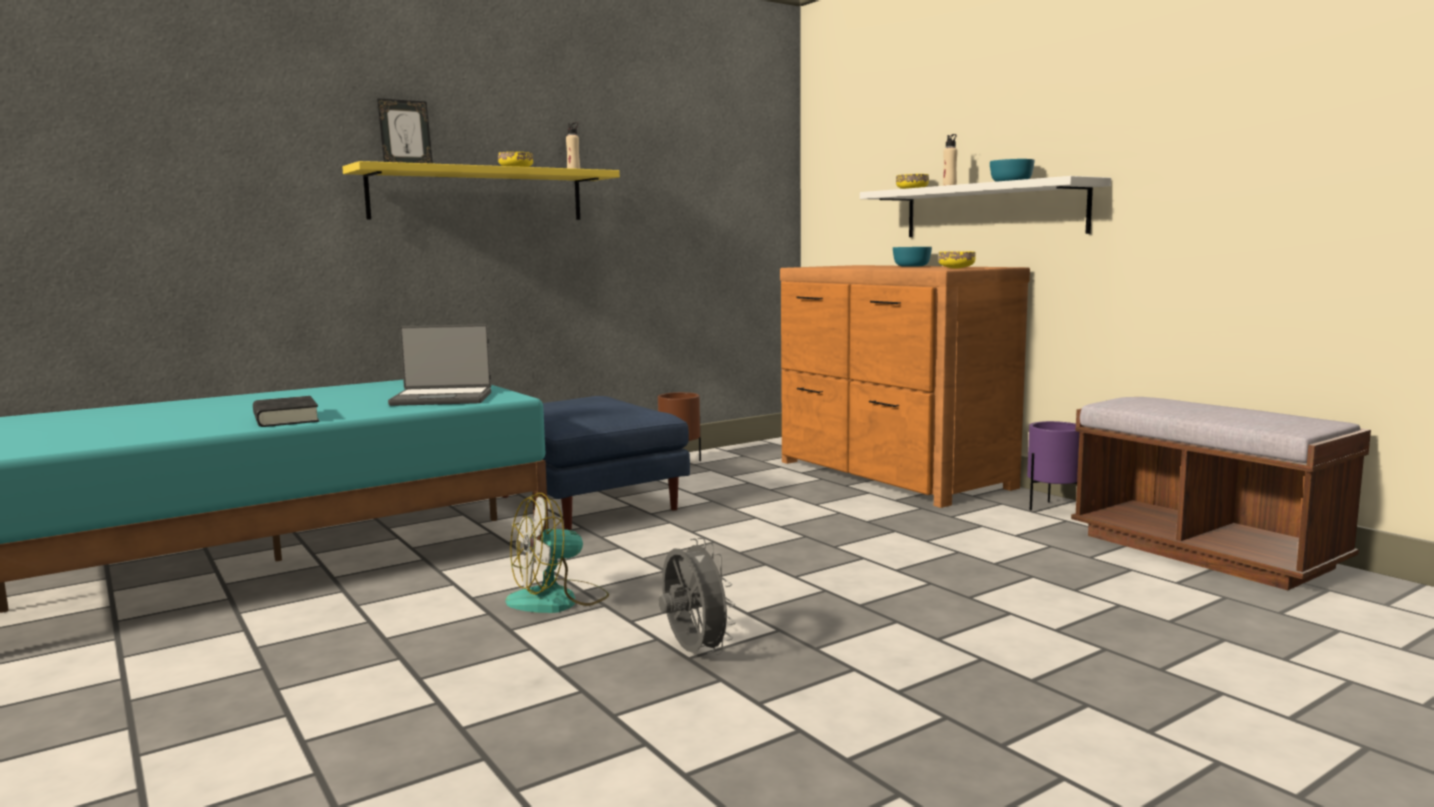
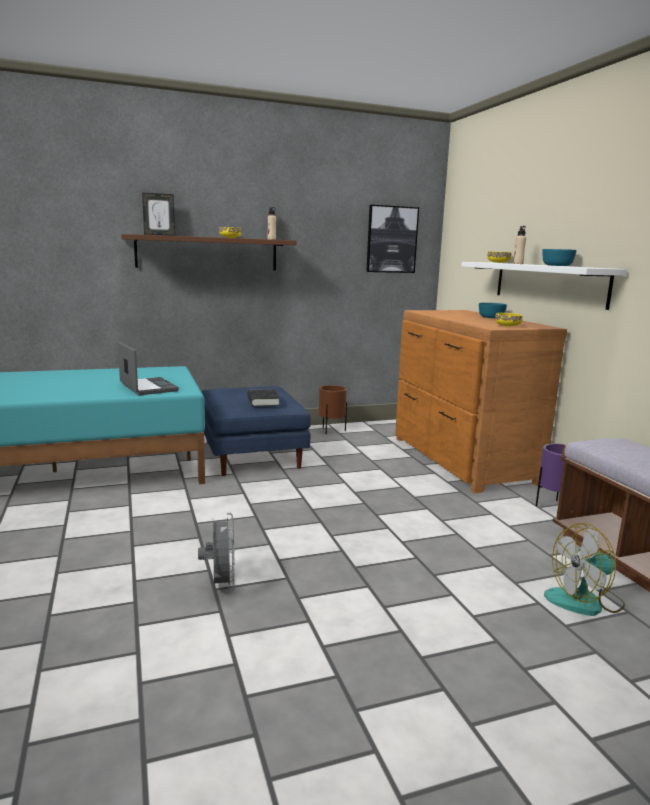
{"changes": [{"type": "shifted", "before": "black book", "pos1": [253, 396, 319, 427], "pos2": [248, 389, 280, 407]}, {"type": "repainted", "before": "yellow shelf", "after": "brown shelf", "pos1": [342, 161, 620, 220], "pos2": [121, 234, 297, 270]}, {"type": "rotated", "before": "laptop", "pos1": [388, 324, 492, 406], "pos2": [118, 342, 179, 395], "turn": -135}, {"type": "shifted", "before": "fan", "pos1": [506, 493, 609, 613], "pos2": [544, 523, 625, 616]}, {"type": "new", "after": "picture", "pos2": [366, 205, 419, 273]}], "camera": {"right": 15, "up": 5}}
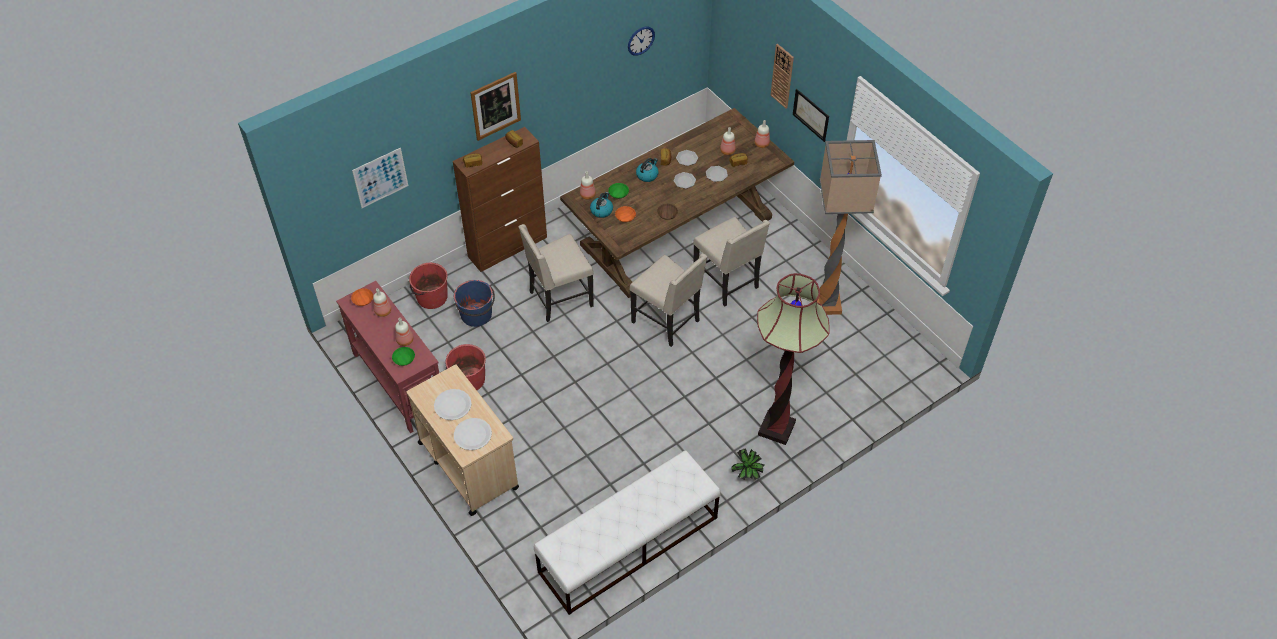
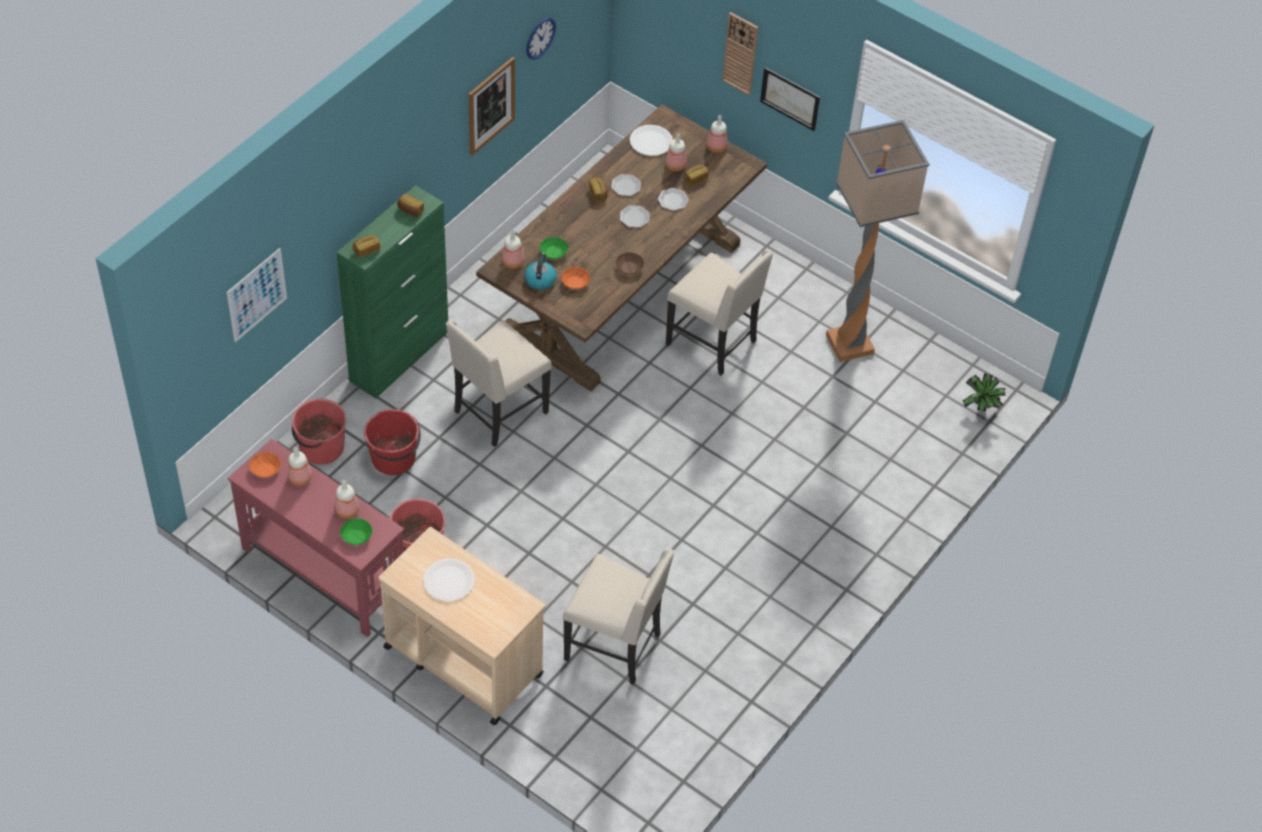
{"changes": [{"type": "repainted", "before": "brown cabinet", "after": "green cabinet", "pos1": [453, 127, 547, 272], "pos2": [337, 185, 448, 398]}, {"type": "repainted", "before": "blue bucket", "after": "red bucket", "pos1": [454, 280, 495, 327], "pos2": [364, 409, 421, 475]}, {"type": "shifted", "before": "white plate", "pos1": [454, 418, 492, 450], "pos2": [630, 125, 673, 156]}, {"type": "shifted", "before": "picture", "pos1": [470, 72, 521, 141], "pos2": [468, 57, 515, 155]}, {"type": "gone", "before": "white bench", "pos1": [534, 450, 721, 615]}, {"type": "shifted", "before": "beige chair", "pos1": [630, 254, 707, 347], "pos2": [563, 548, 675, 685]}, {"type": "gone", "before": "kettle", "pos1": [636, 158, 659, 182]}, {"type": "shifted", "before": "potted plant", "pos1": [731, 448, 765, 480], "pos2": [963, 373, 1006, 412]}, {"type": "gone", "before": "floor lamp", "pos1": [757, 273, 830, 445]}], "camera": {"right": -20, "up": 0}}
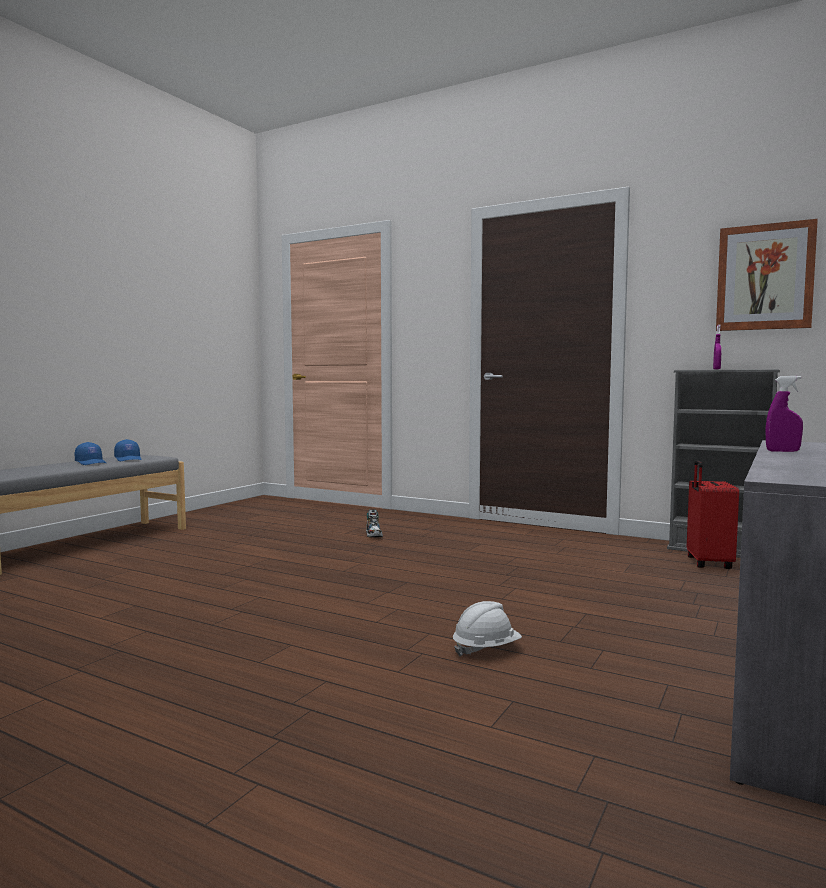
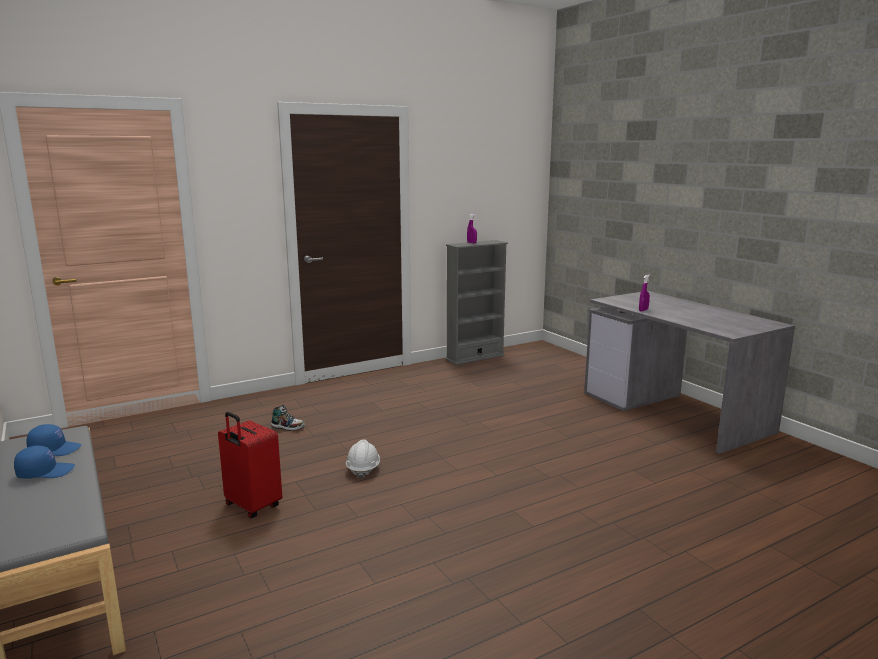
{"changes": [{"type": "shifted", "before": "white hard hat", "pos1": [453, 601, 522, 657], "pos2": [346, 439, 380, 479]}, {"type": "shifted", "before": "red suitcase", "pos1": [687, 460, 739, 569], "pos2": [218, 412, 282, 518]}, {"type": "gone", "before": "picture", "pos1": [716, 219, 818, 331]}], "camera": {"right": -60, "up": 10}}
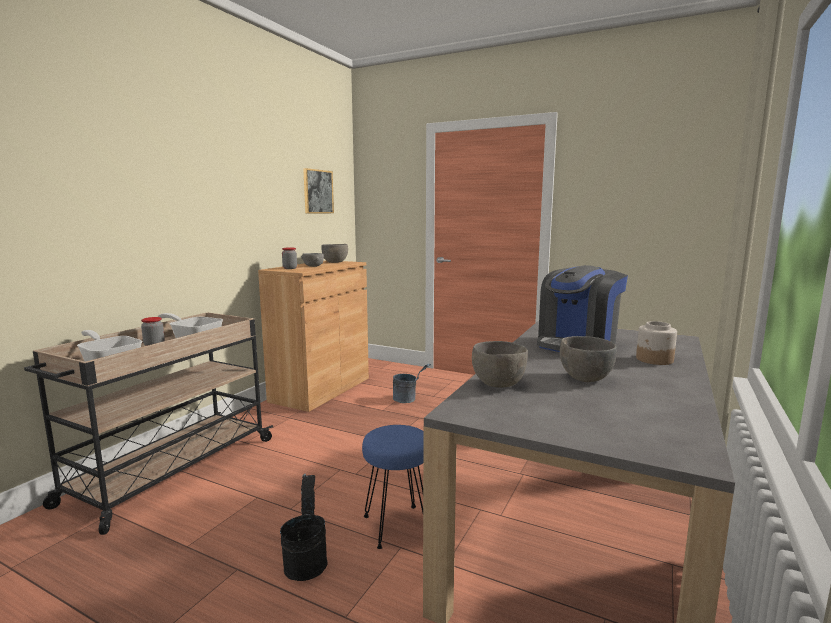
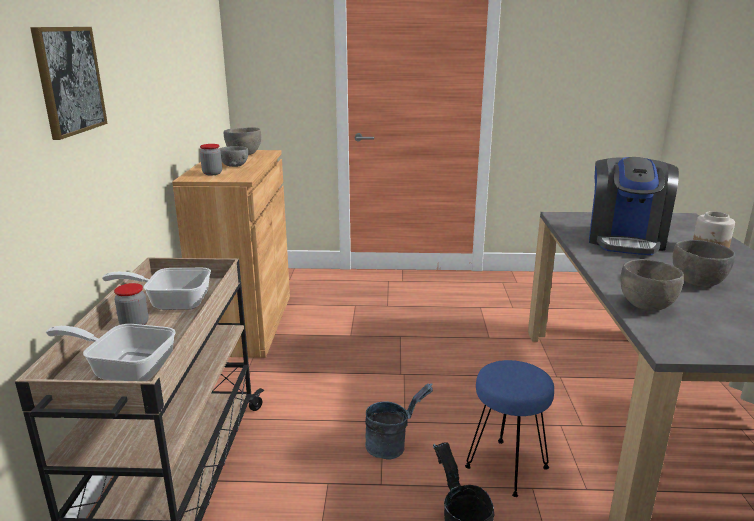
{"changes": [{"type": "shifted", "before": "picture", "pos1": [303, 168, 334, 213], "pos2": [30, 27, 108, 140]}, {"type": "shifted", "before": "grey bucket", "pos1": [393, 364, 431, 403], "pos2": [365, 383, 433, 459]}], "camera": {"right": -25, "up": 10}}
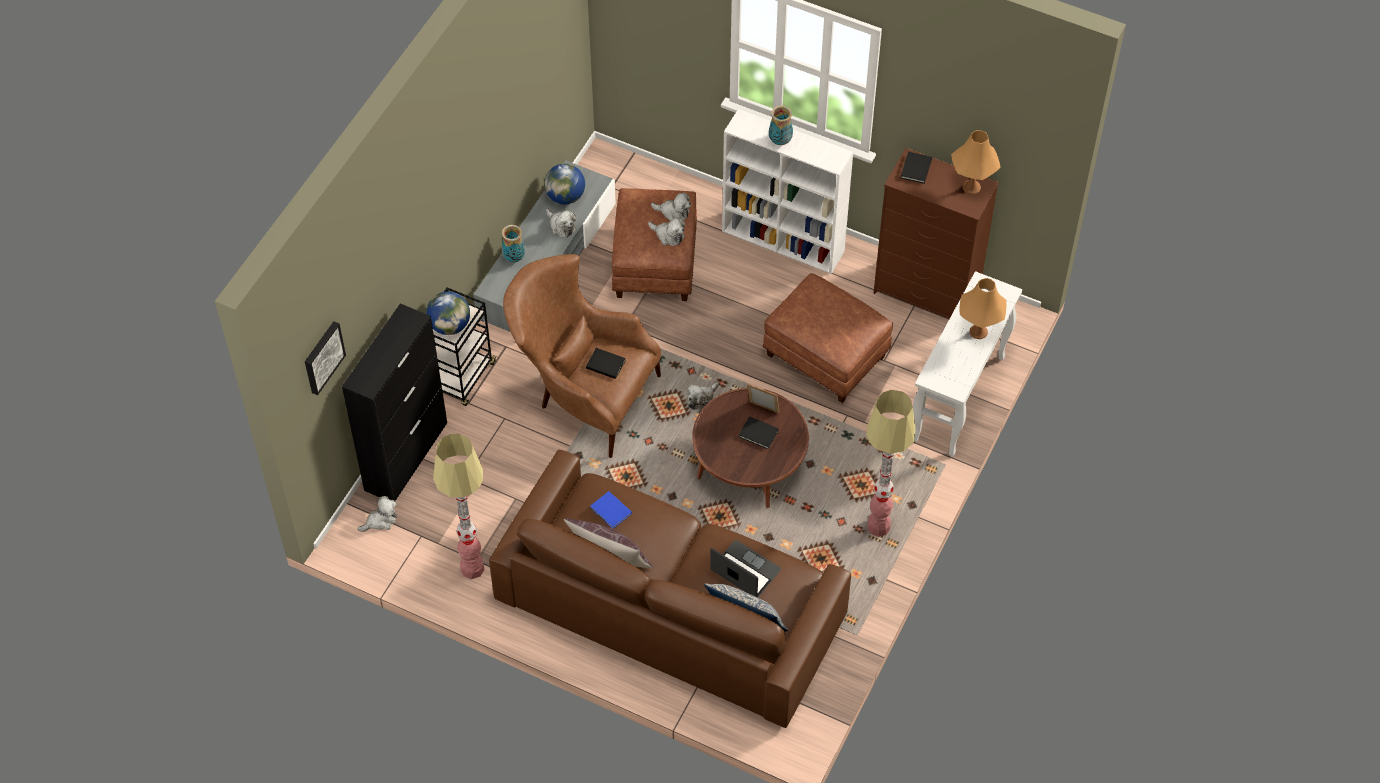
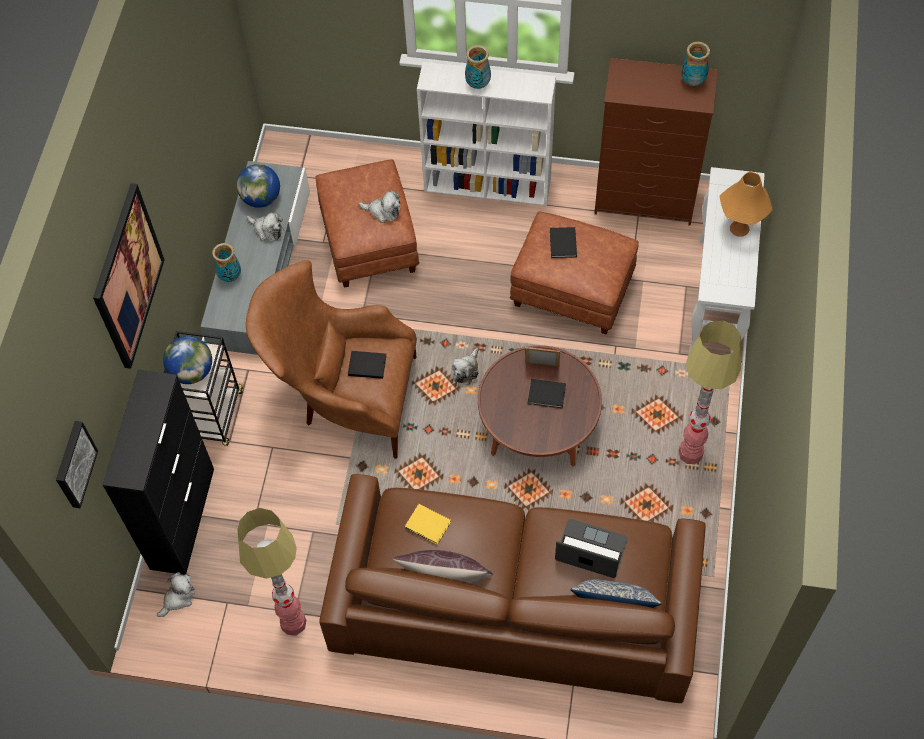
{"changes": [{"type": "repainted", "before": "blue book", "after": "yellow book", "pos1": [590, 491, 632, 529], "pos2": [405, 504, 451, 544]}, {"type": "gone", "before": "plush toy", "pos1": [651, 192, 691, 221]}, {"type": "shifted", "before": "black book", "pos1": [901, 152, 932, 184], "pos2": [550, 227, 577, 258]}, {"type": "swapped", "before": "orange table lamp", "after": "vase", "pos1": [951, 130, 1000, 194], "pos2": [681, 42, 710, 86]}, {"type": "new", "after": "picture", "pos2": [93, 183, 165, 369]}], "camera": {"right": -15, "up": 5}}
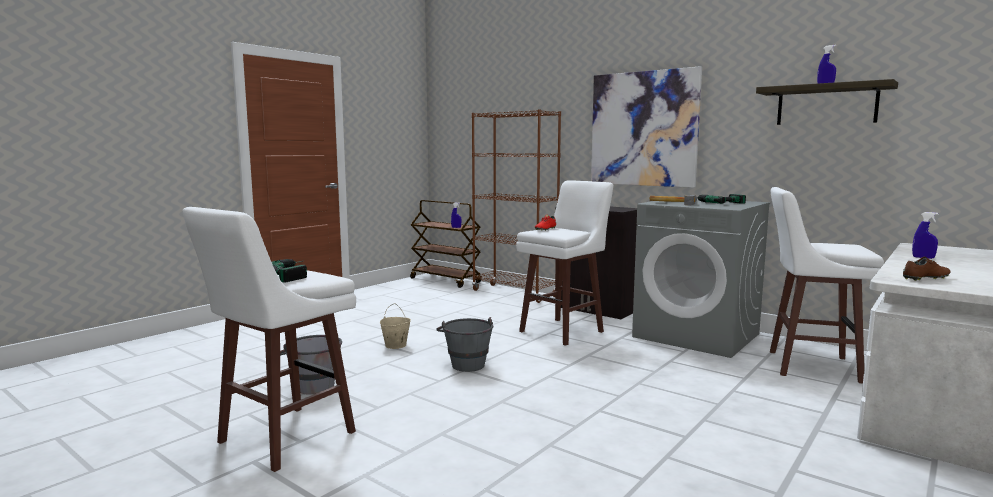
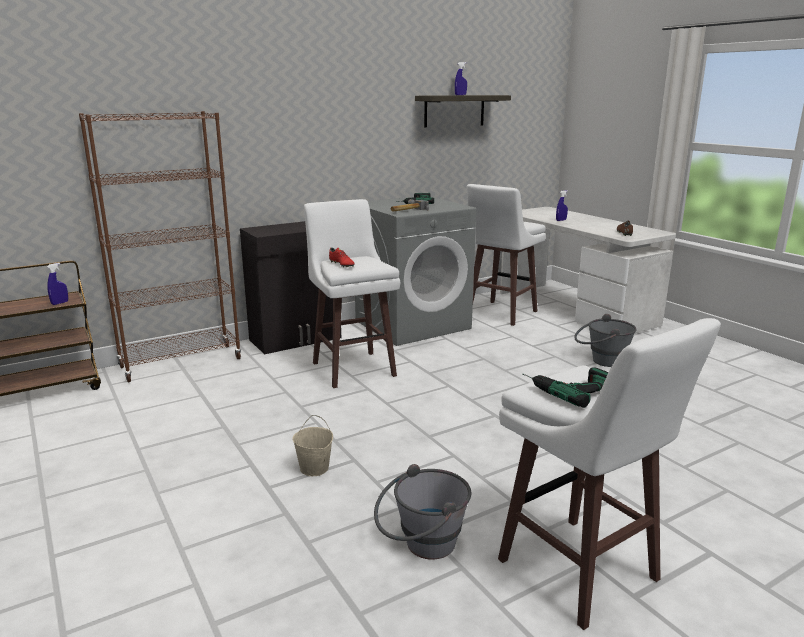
{"changes": [{"type": "shifted", "before": "grey bucket", "pos1": [436, 317, 493, 372], "pos2": [574, 314, 637, 367]}, {"type": "gone", "before": "picture", "pos1": [591, 67, 702, 188]}], "camera": {"right": -70, "up": 10}}
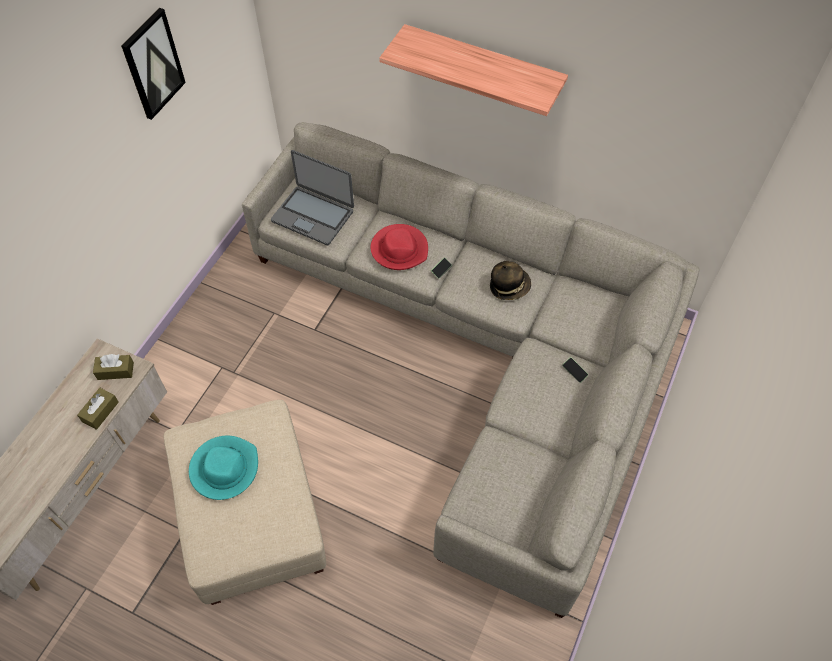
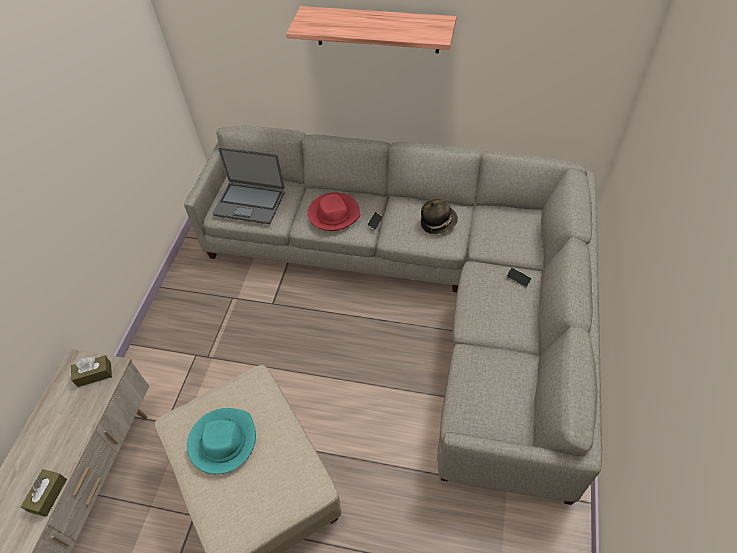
{"changes": [{"type": "shifted", "before": "brown tissue box", "pos1": [77, 388, 119, 430], "pos2": [21, 469, 67, 517]}, {"type": "gone", "before": "picture", "pos1": [121, 8, 186, 120]}], "camera": {"right": -10, "up": -5}}
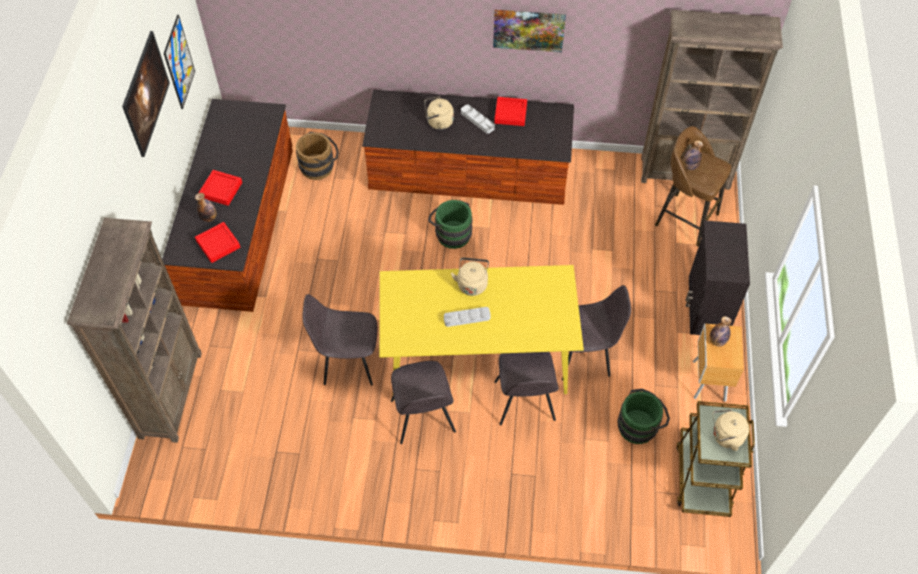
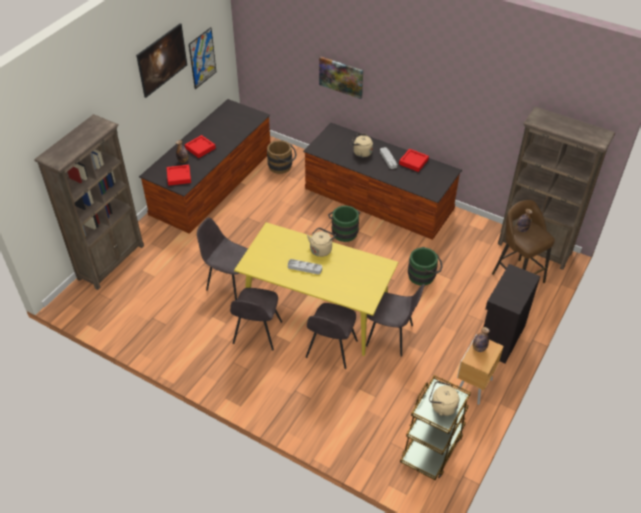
{"changes": [{"type": "shifted", "before": "picture", "pos1": [493, 10, 566, 52], "pos2": [319, 56, 363, 99]}, {"type": "shifted", "before": "green bucket", "pos1": [617, 389, 670, 444], "pos2": [408, 247, 443, 286]}], "camera": {"right": 25, "up": -10}}
